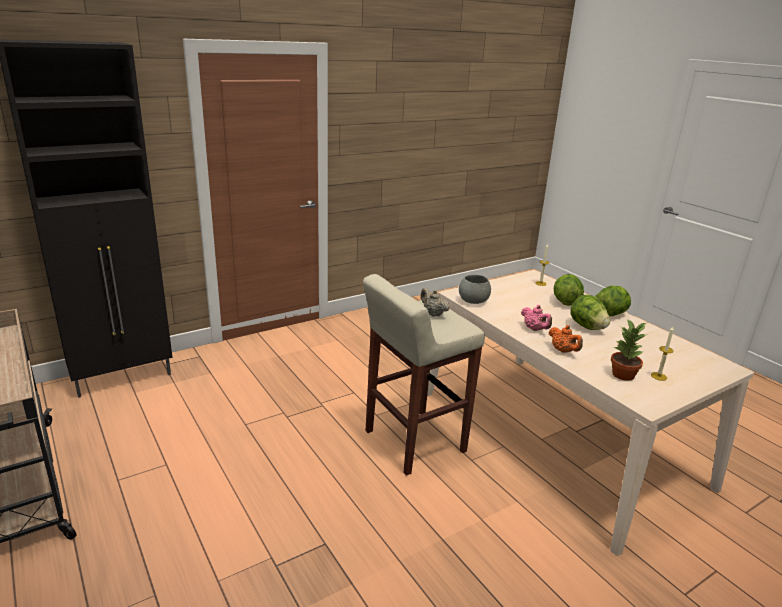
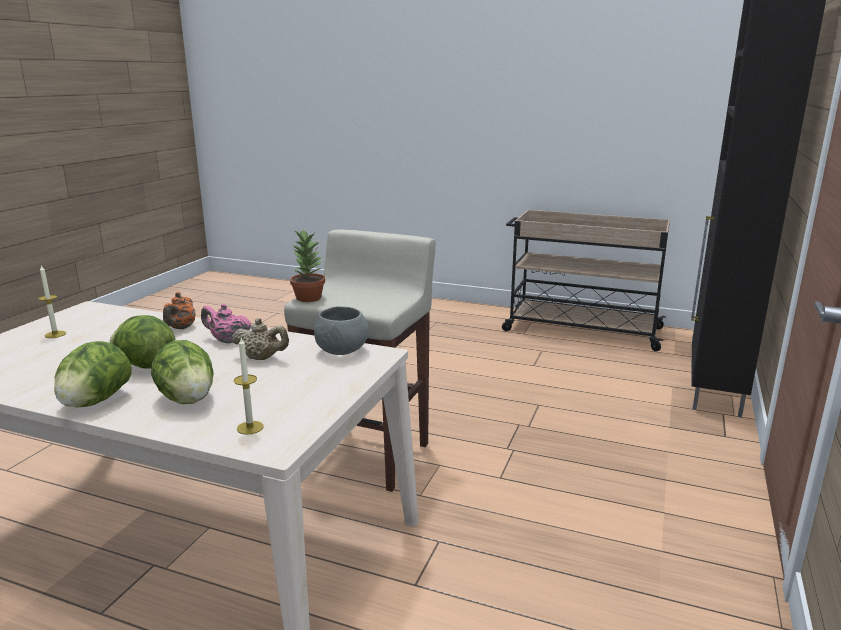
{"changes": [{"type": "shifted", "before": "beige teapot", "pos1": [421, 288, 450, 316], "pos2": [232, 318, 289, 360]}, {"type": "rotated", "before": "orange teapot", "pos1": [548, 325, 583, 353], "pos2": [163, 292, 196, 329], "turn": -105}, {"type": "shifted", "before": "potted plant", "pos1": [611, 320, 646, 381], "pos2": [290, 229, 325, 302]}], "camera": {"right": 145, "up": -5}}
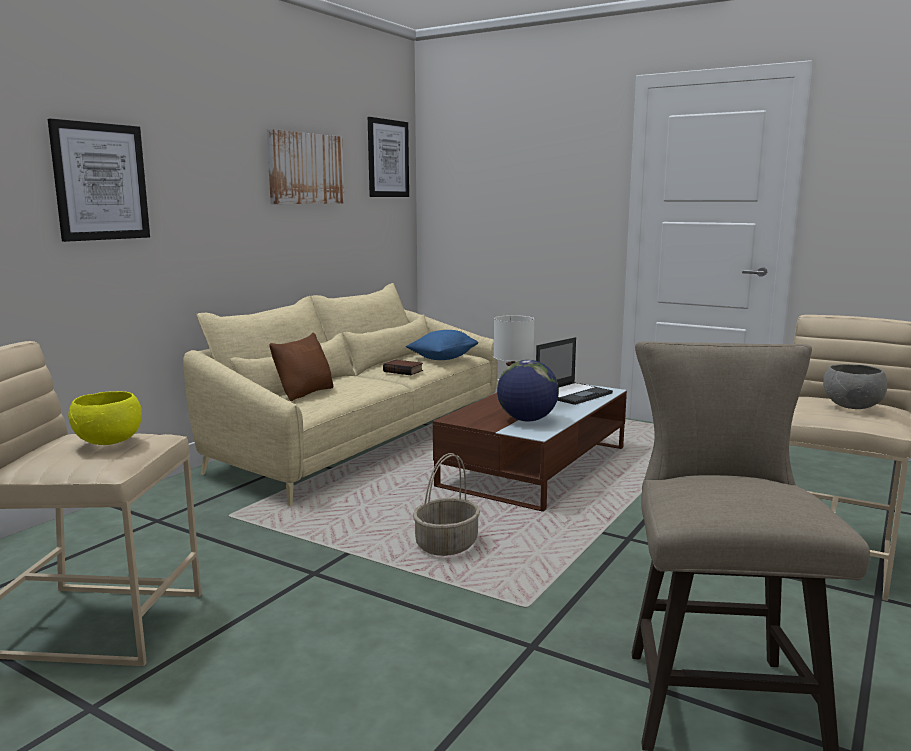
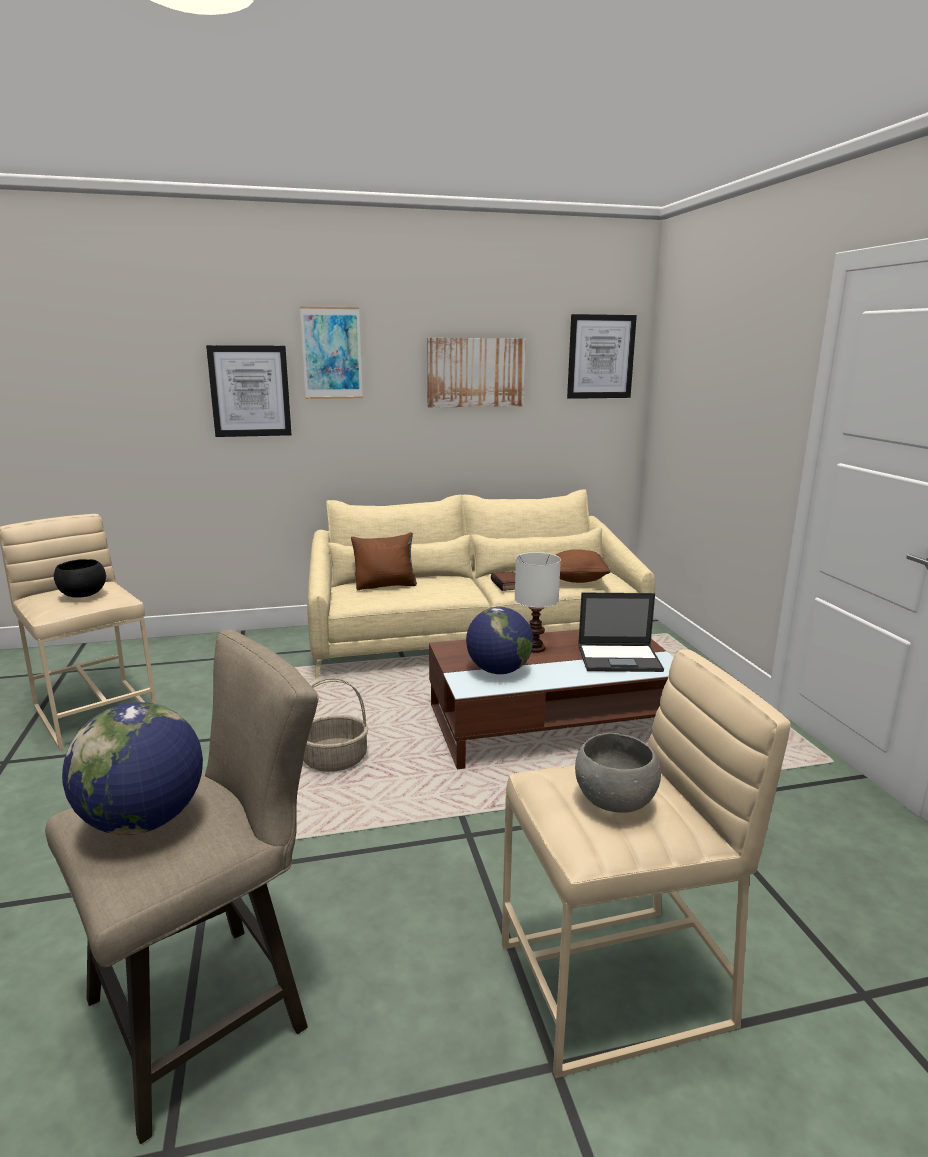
{"changes": [{"type": "repainted", "before": "yellow bowl", "after": "black bowl", "pos1": [68, 391, 142, 445], "pos2": [54, 559, 106, 598]}, {"type": "repainted", "before": "blue pillow", "after": "brown pillow", "pos1": [406, 330, 479, 360], "pos2": [556, 549, 612, 583]}, {"type": "new", "after": "globe", "pos2": [62, 702, 203, 835]}, {"type": "new", "after": "picture", "pos2": [300, 307, 363, 399]}], "camera": {"right": 45, "up": 5}}
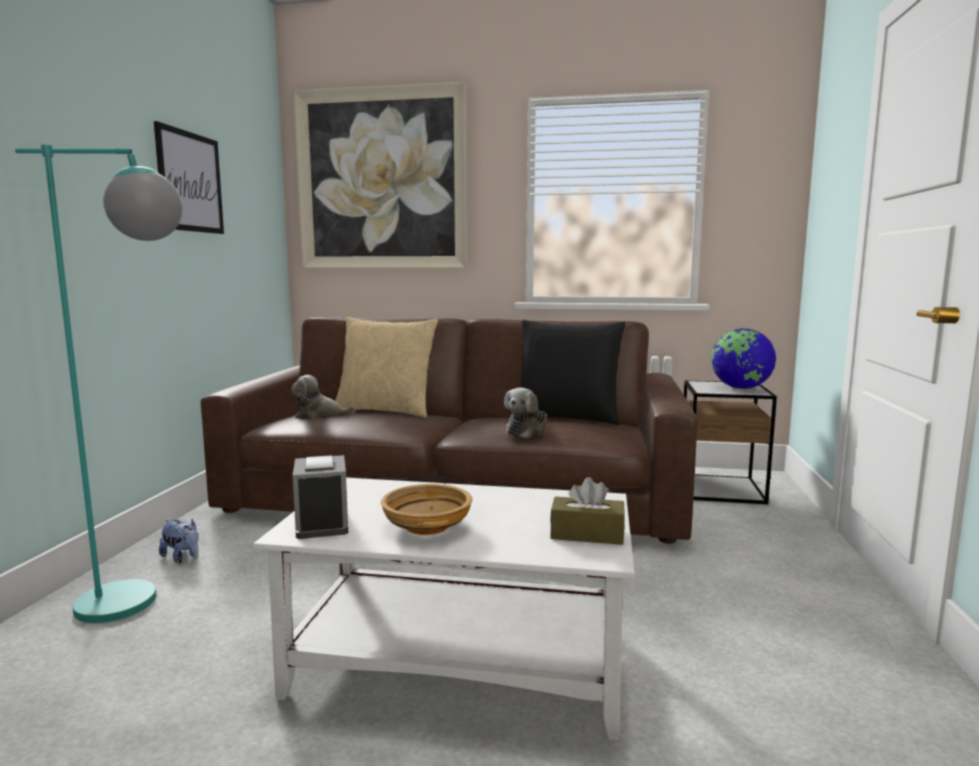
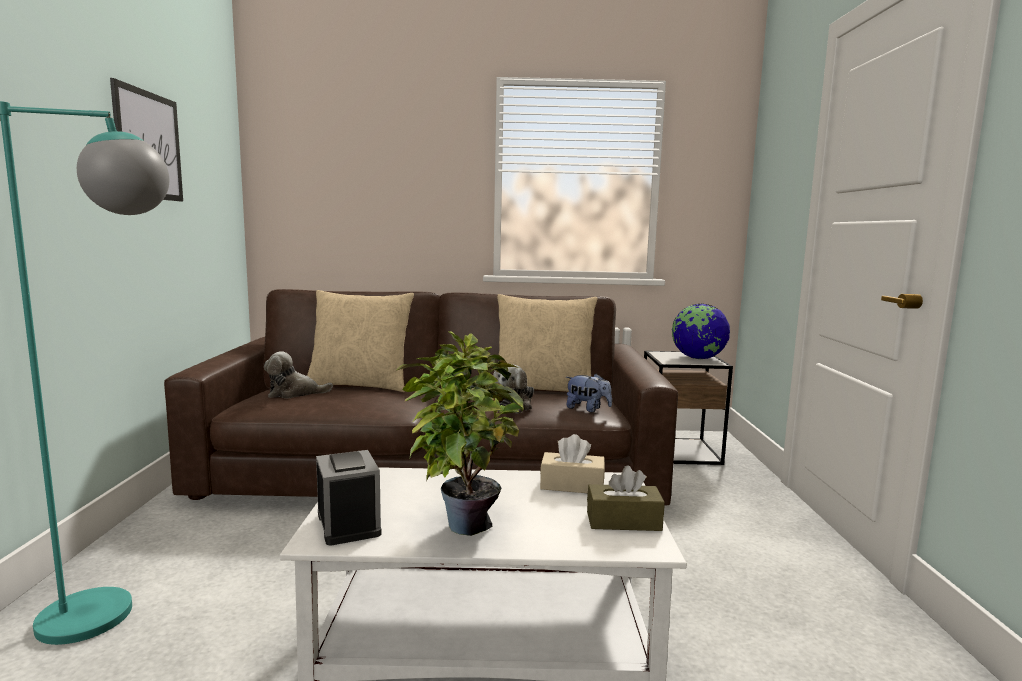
{"changes": [{"type": "shifted", "before": "plush toy", "pos1": [159, 519, 199, 563], "pos2": [566, 373, 612, 412]}, {"type": "gone", "before": "picture", "pos1": [293, 81, 468, 269]}, {"type": "swapped", "before": "beige bowl", "after": "potted plant", "pos1": [381, 484, 473, 535], "pos2": [396, 331, 524, 536]}, {"type": "repainted", "before": "black pillow", "after": "beige pillow", "pos1": [520, 320, 625, 425], "pos2": [497, 294, 597, 392]}, {"type": "new", "after": "beige tissue box", "pos2": [540, 434, 605, 493]}], "camera": {"right": -10, "up": 0}}
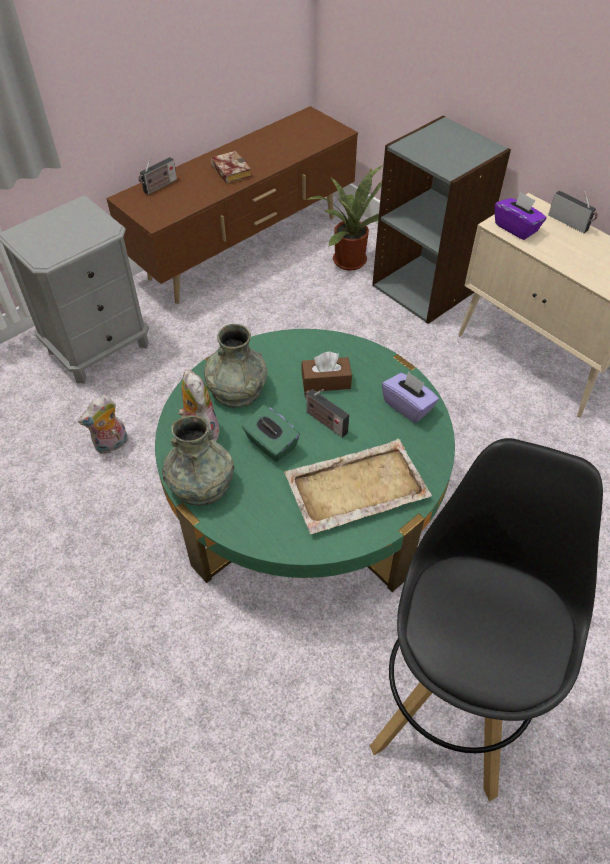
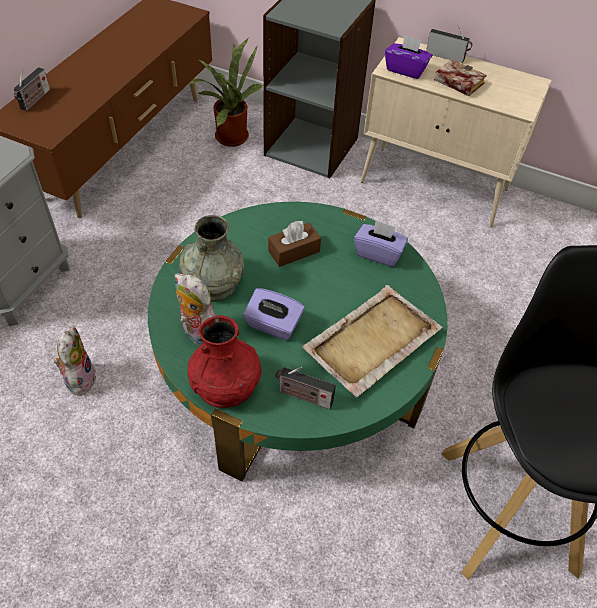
{"changes": [{"type": "rotated", "before": "plush toy", "pos1": [78, 395, 128, 454], "pos2": [54, 325, 96, 396], "turn": 150}, {"type": "repainted", "before": "grey vase", "after": "red vase", "pos1": [162, 415, 234, 506], "pos2": [188, 315, 261, 408]}, {"type": "shifted", "before": "book", "pos1": [211, 151, 252, 184], "pos2": [434, 59, 487, 96]}, {"type": "repainted", "before": "green tissue box", "after": "purple tissue box", "pos1": [242, 405, 300, 462], "pos2": [243, 288, 305, 340]}, {"type": "shifted", "before": "radio", "pos1": [304, 389, 349, 438], "pos2": [275, 367, 336, 409]}], "camera": {"right": -25, "up": 0}}
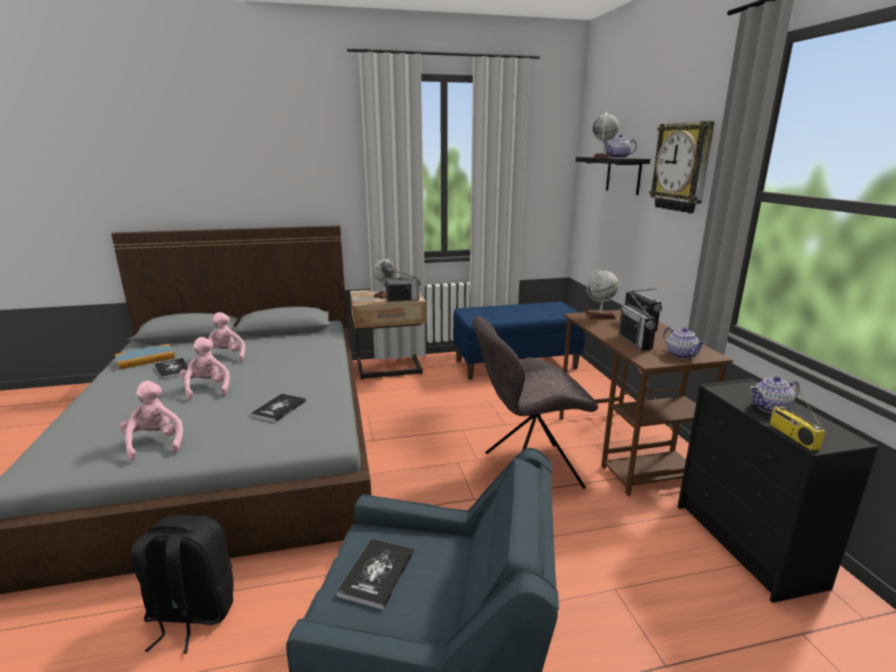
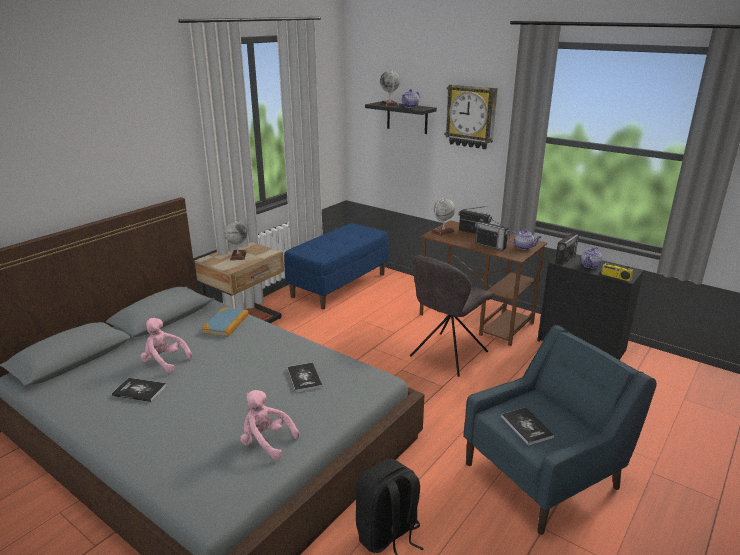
{"changes": [{"type": "shifted", "before": "book", "pos1": [115, 344, 175, 370], "pos2": [202, 307, 248, 337]}, {"type": "gone", "before": "pink plush toy", "pos1": [179, 337, 230, 400]}, {"type": "shifted", "before": "radio", "pos1": [383, 270, 421, 302], "pos2": [555, 233, 579, 265]}], "camera": {"right": -40, "up": 5}}
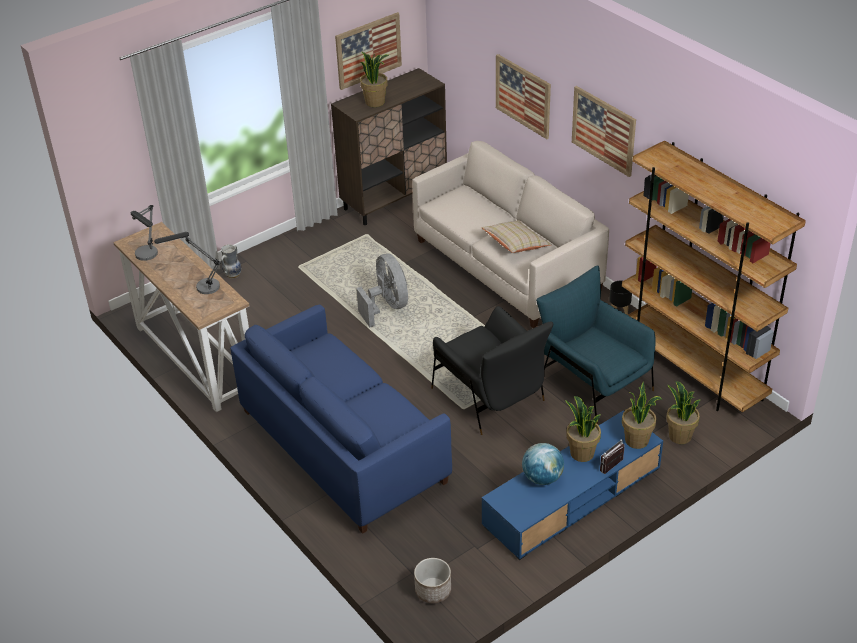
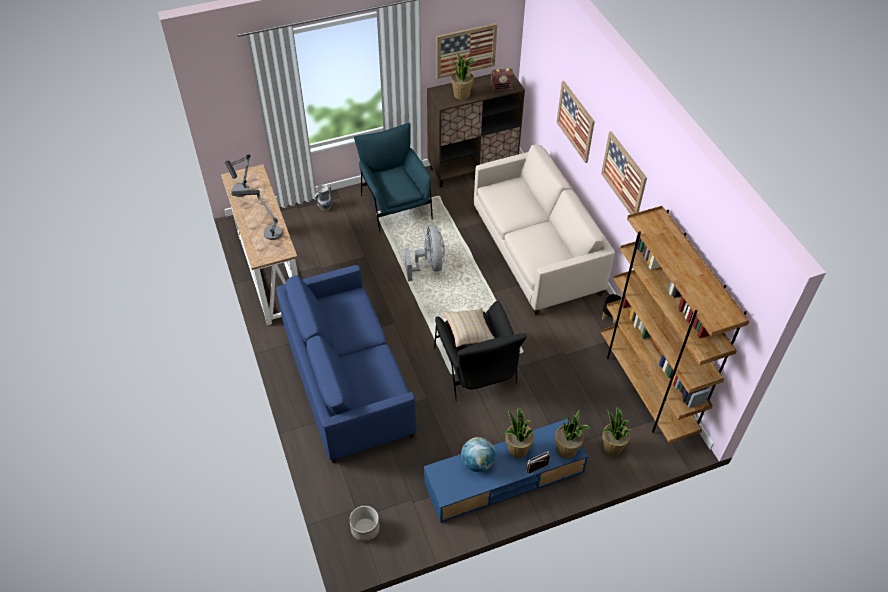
{"changes": [{"type": "shifted", "before": "beige pillow", "pos1": [481, 220, 552, 253], "pos2": [442, 308, 495, 347]}, {"type": "shifted", "before": "blue armchair", "pos1": [536, 265, 656, 424], "pos2": [354, 123, 433, 234]}, {"type": "new", "after": "radio", "pos2": [491, 68, 514, 91]}], "camera": {"right": 15, "up": 10}}
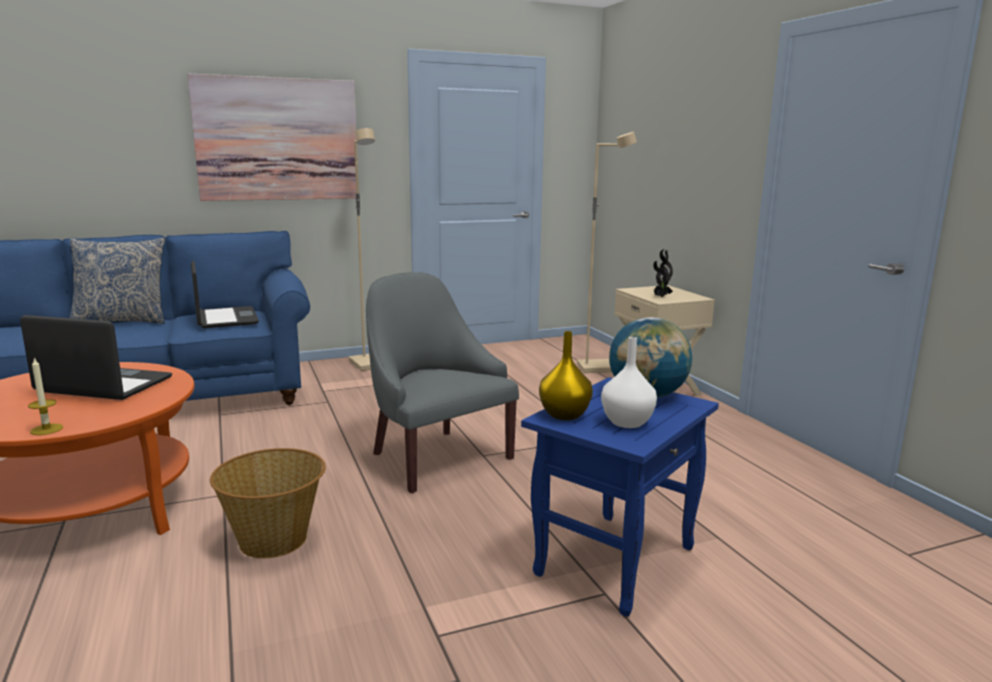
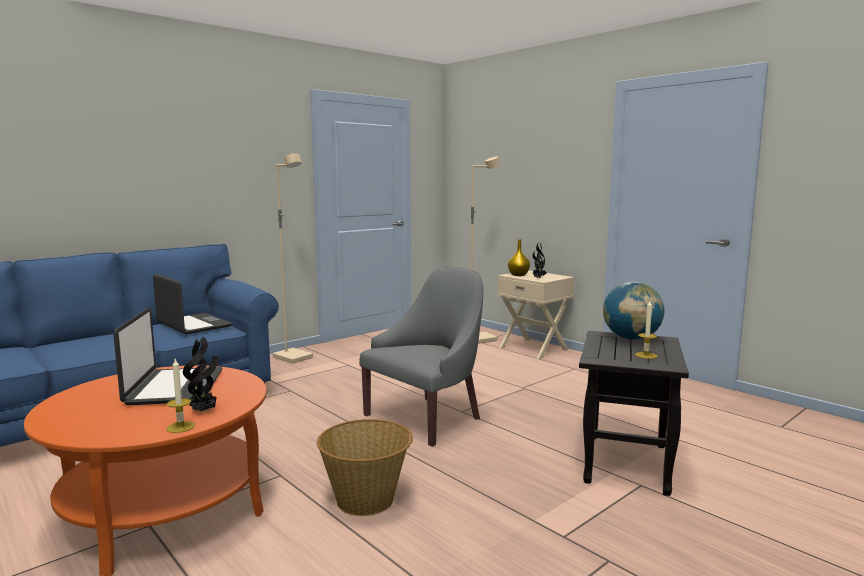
{"changes": [{"type": "rotated", "before": "laptop", "pos1": [20, 315, 172, 400], "pos2": [113, 308, 222, 405], "turn": 90}, {"type": "gone", "before": "pillow", "pos1": [70, 238, 165, 324]}, {"type": "gone", "before": "picture", "pos1": [187, 73, 359, 201]}, {"type": "rotated", "before": "grey armchair", "pos1": [366, 272, 519, 493], "pos2": [359, 267, 484, 447], "turn": 105}, {"type": "repainted", "before": "blue side table", "after": "black side table", "pos1": [521, 377, 719, 617], "pos2": [579, 331, 689, 496]}, {"type": "shifted", "before": "yellow vase", "pos1": [539, 331, 593, 420], "pos2": [508, 239, 530, 276]}, {"type": "swapped", "before": "white vase", "after": "candle", "pos1": [601, 337, 657, 428], "pos2": [635, 301, 658, 359]}, {"type": "new", "after": "potted plant", "pos2": [183, 337, 218, 412]}], "camera": {"right": -20, "up": -5}}
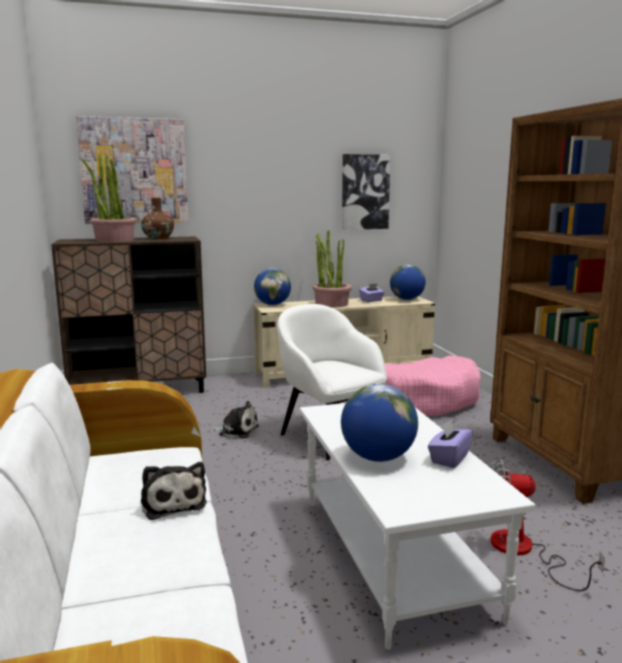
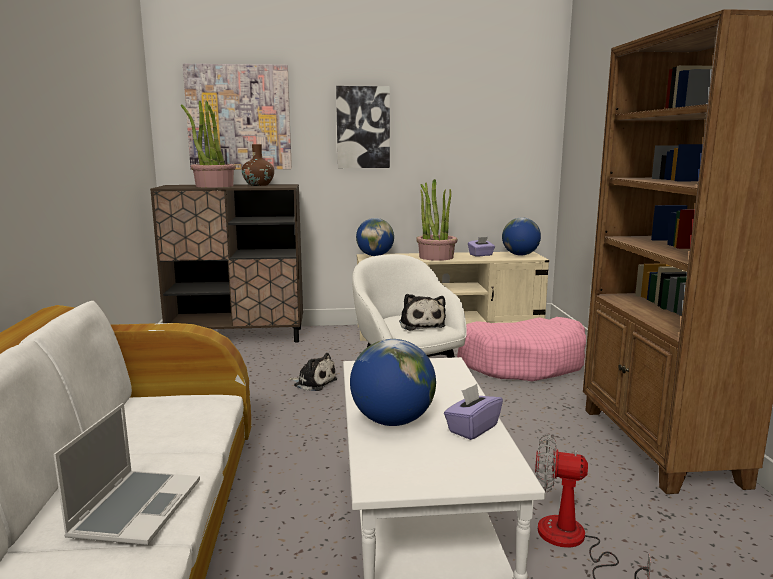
{"changes": [{"type": "shifted", "before": "plush toy", "pos1": [141, 462, 207, 520], "pos2": [399, 294, 446, 331]}, {"type": "shifted", "before": "picture", "pos1": [342, 154, 391, 230], "pos2": [336, 86, 390, 168]}, {"type": "new", "after": "laptop", "pos2": [54, 403, 200, 545]}], "camera": {"right": 10, "up": 0}}
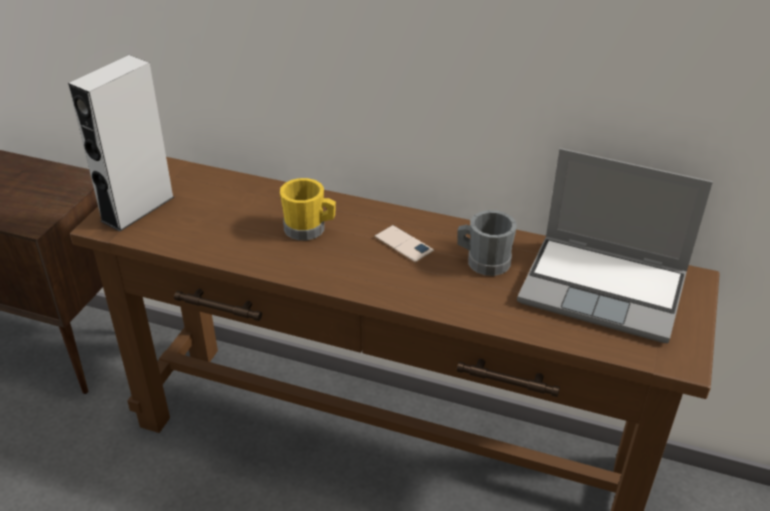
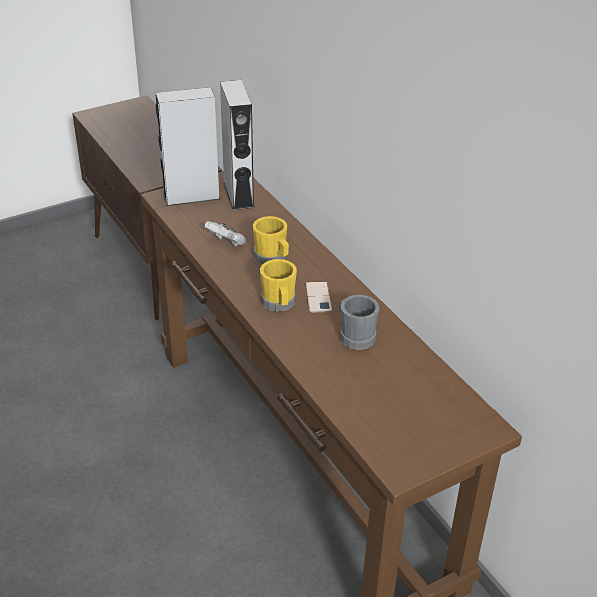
{"changes": [{"type": "gone", "before": "laptop", "pos1": [517, 148, 713, 343]}, {"type": "new", "after": "white game controller", "pos2": [204, 221, 246, 246]}, {"type": "new", "after": "grey speaker", "pos2": [220, 80, 254, 210]}, {"type": "new", "after": "yellow mug", "pos2": [260, 259, 297, 312]}], "camera": {"right": 40, "up": 0}}
